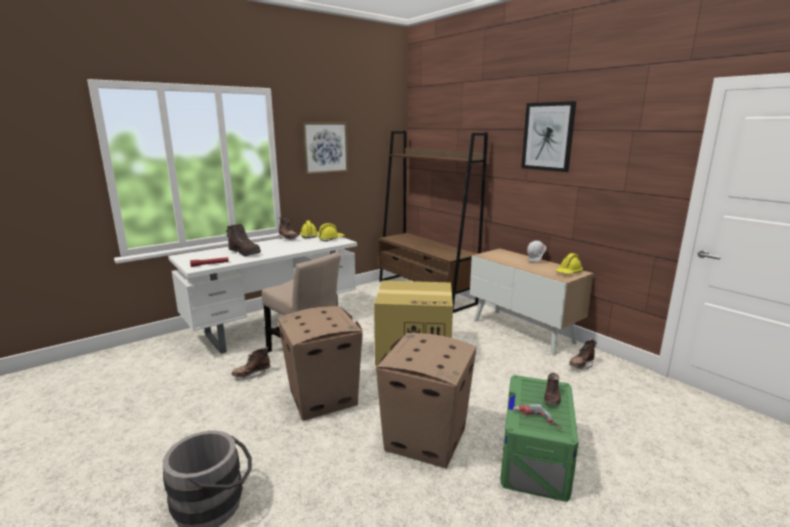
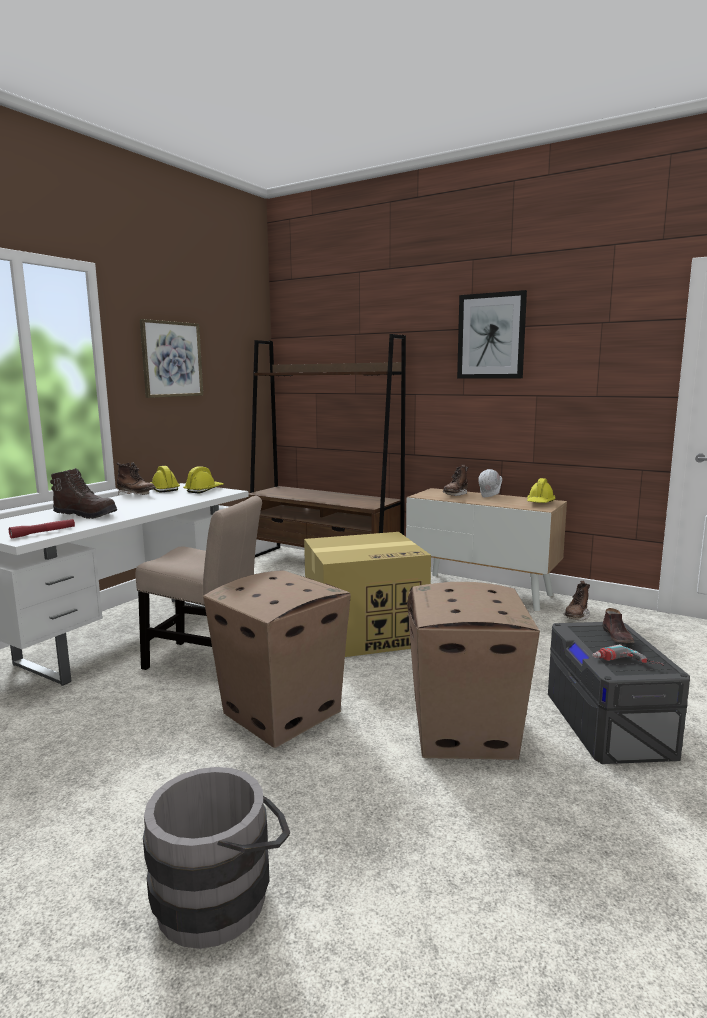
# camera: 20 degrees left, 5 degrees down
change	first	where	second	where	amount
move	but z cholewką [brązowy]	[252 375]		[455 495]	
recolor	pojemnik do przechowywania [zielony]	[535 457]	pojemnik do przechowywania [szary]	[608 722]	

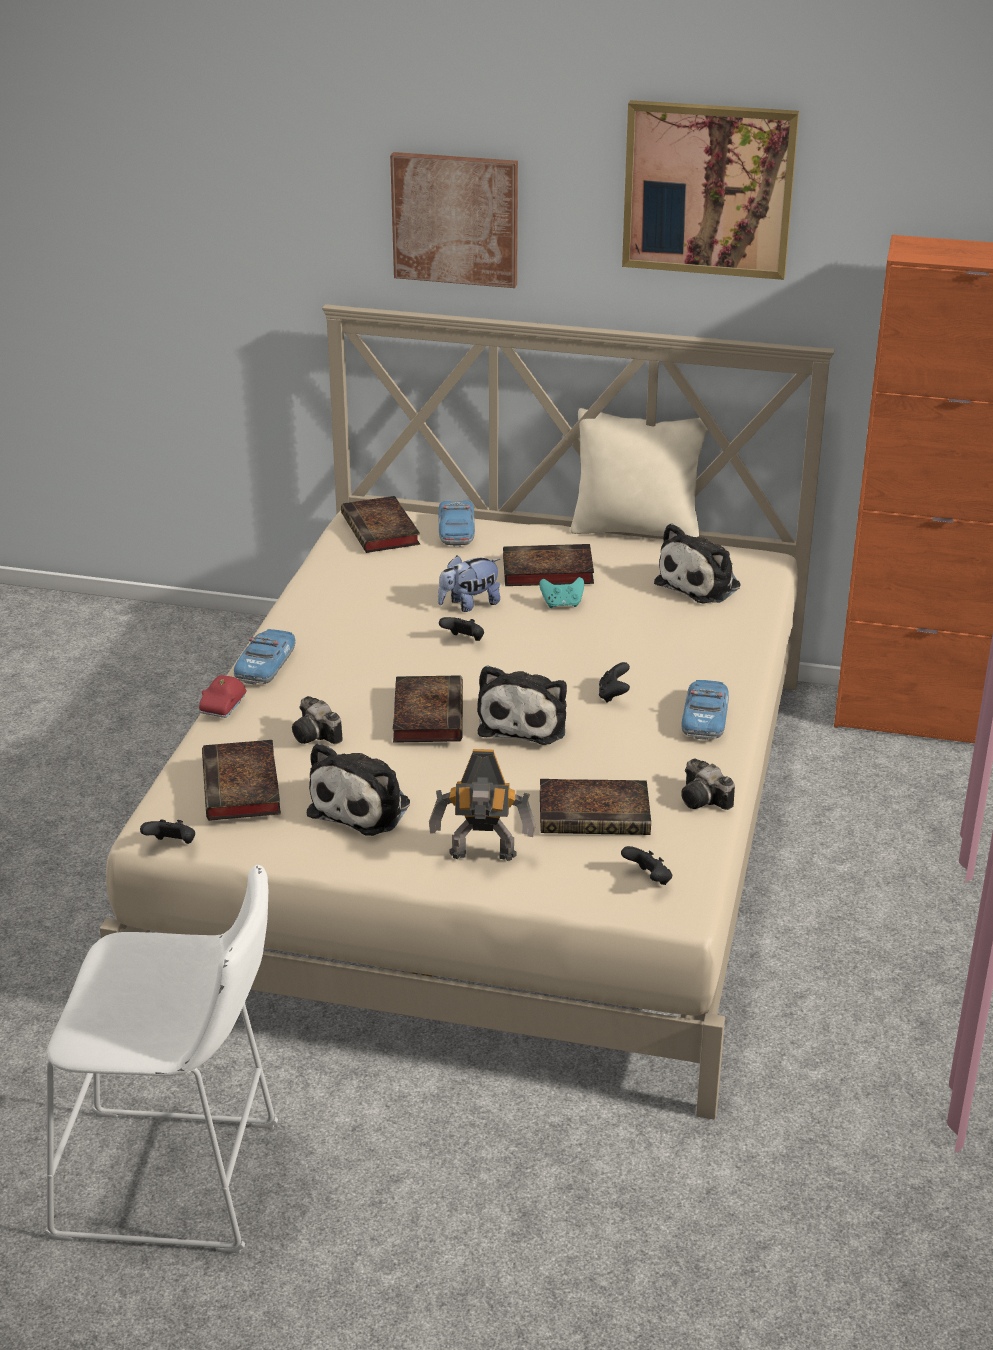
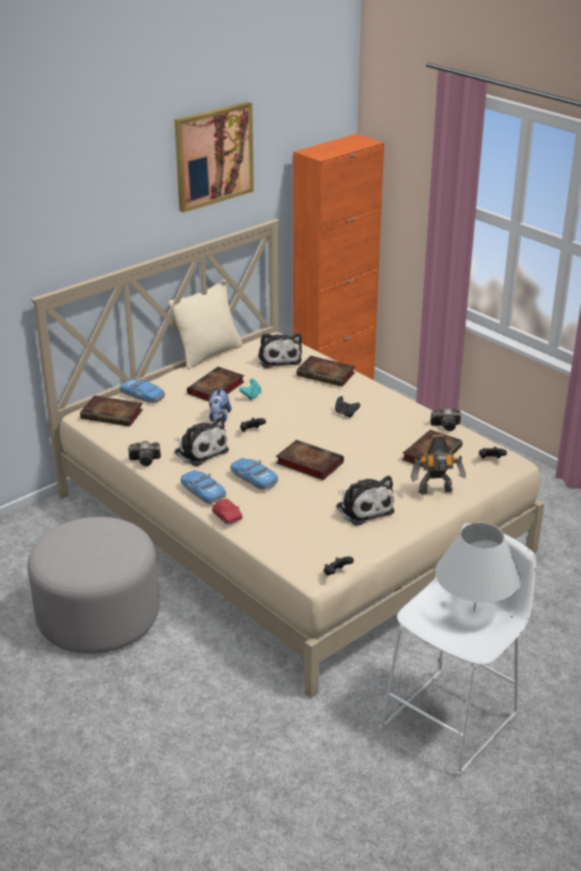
# camera: 55 degrees left, 0 degrees up
change	first	where	second	where	amount
delete	obraz	[455 219]			
move	pluszak	[525 721]		[200 451]	
move	samochodzik	[705 718]		[253 478]	
move	aparat fotograficzny	[317 735]		[146 460]	
move	książka	[242 788]		[327 374]	
rotate	robot zabawkowy	[483 857]		[436 492]	45 degrees clockwise
insert			pufa [szary]	[98 617]	
insert			lampa stołowa [biały]	[474 610]	

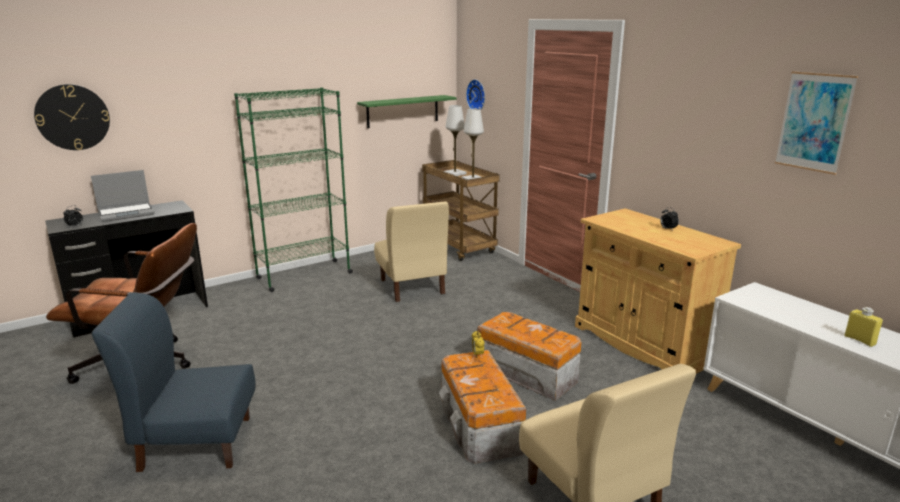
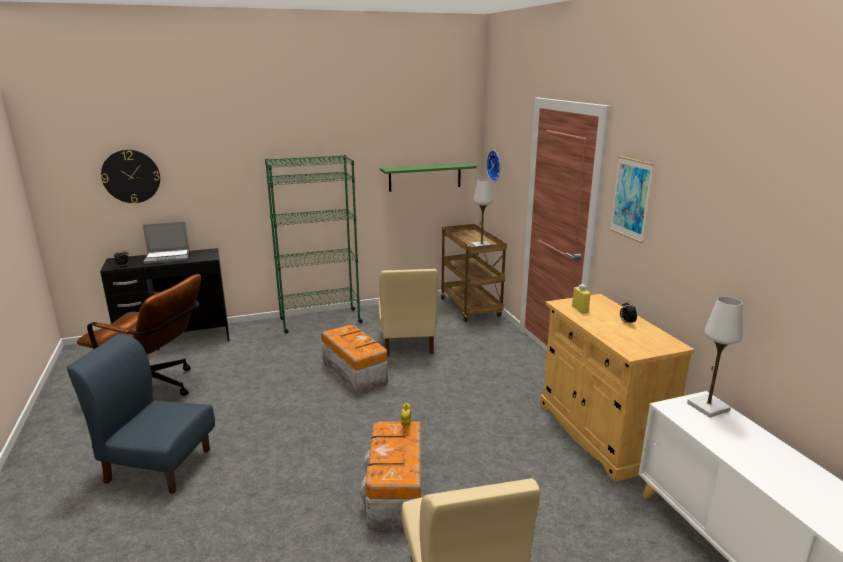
# camera: 15 degrees right, 0 degrees up
change	first	where	second	where	amount
move	obraz	[814 122]		[631 198]	
move	lampa stołowa [biały]	[454 174]		[707 407]	
move	butelka [żółty]	[859 340]		[580 309]	
move	pojemnik do przechowywania	[526 373]		[355 373]	

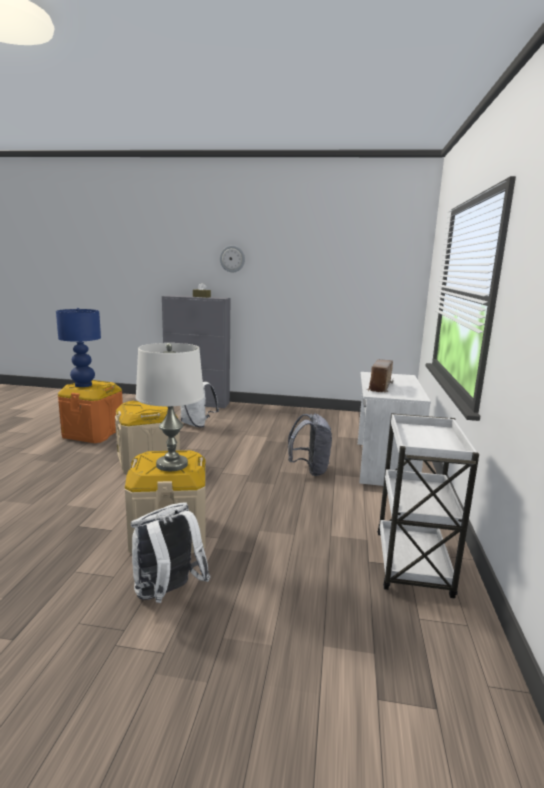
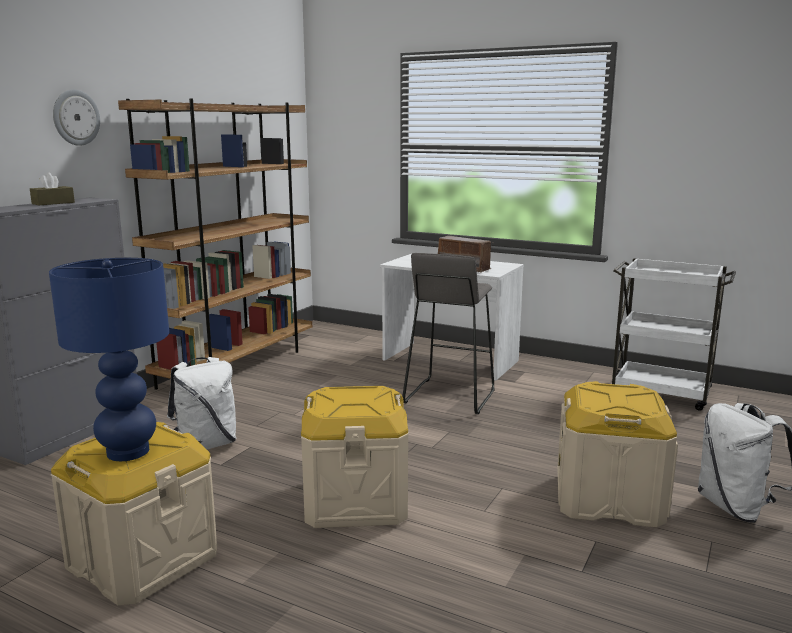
# camera: 70 degrees left, 0 degrees up
change	first	where	second	where	amount
delete	lampa stołowa [biały]	[172 465]			
recolor	pojemnik do przechowywania [pomarańczowy]	[93 433]	pojemnik do przechowywania [beżowy]	[143 559]	
replace	plecak [szary]	[310 470]	stołek [szary]	[449 396]	
insert			regał [brązowy]	[238 366]	

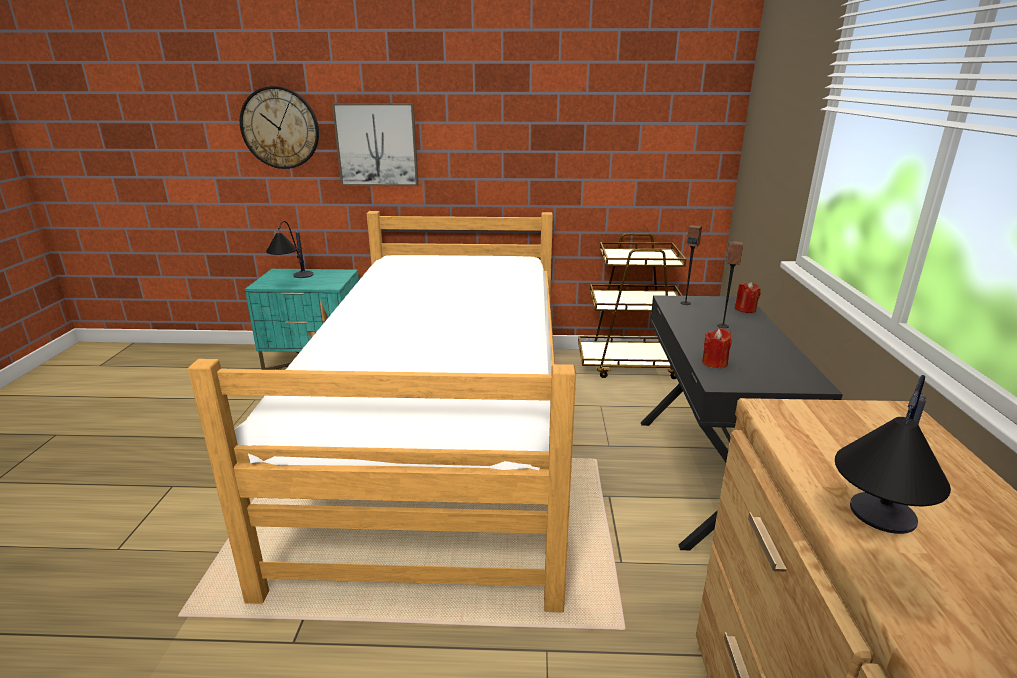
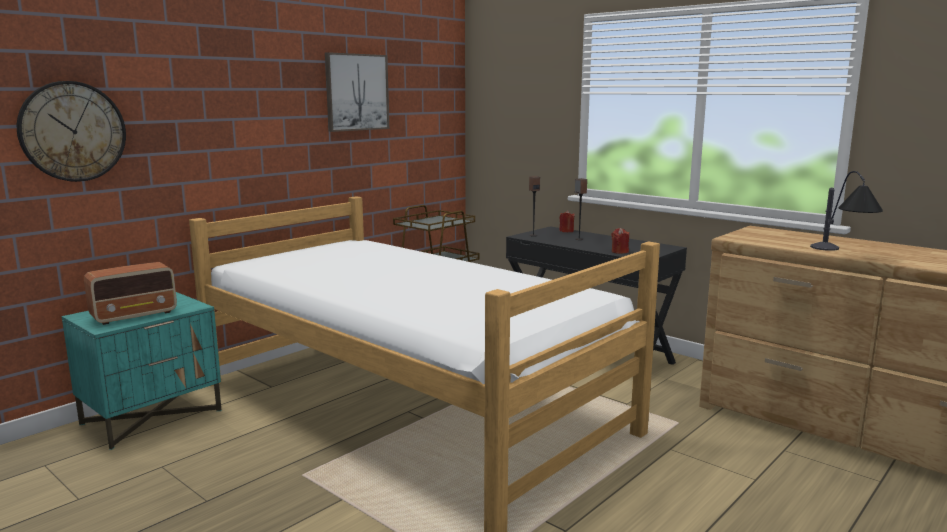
# camera: 50 degrees left, 10 degrees down
change	first	where	second	where	amount
move	obraz	[377 145]		[356 92]	
replace	lampa stołowa	[293 281]	radio	[135 315]	

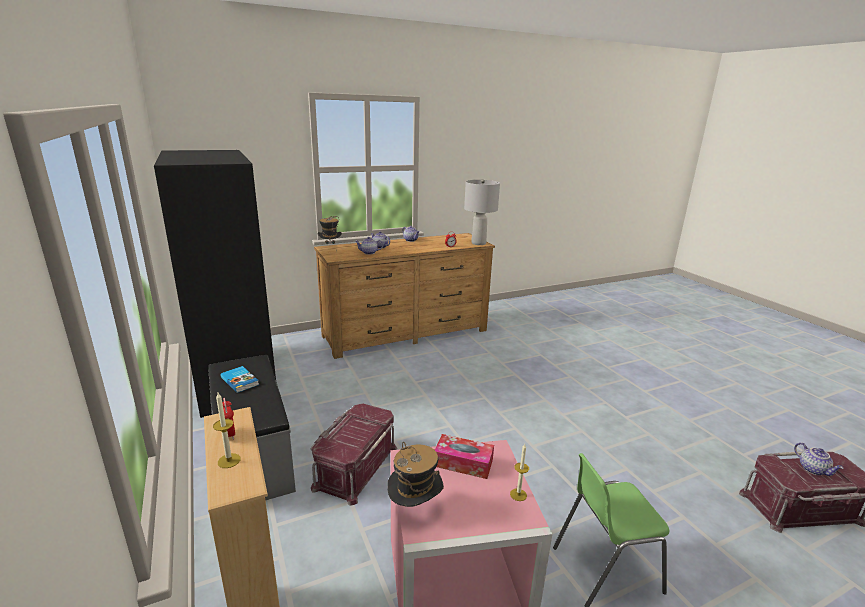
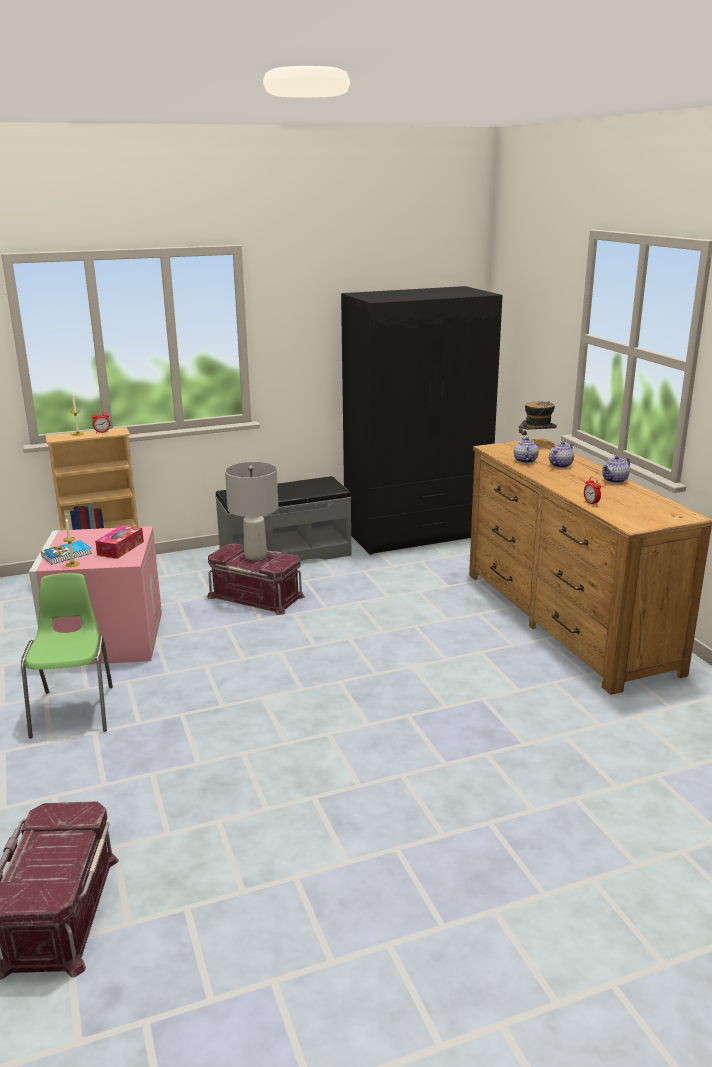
# camera: 95 degrees right, 0 degrees up
change	first	where	second	where	amount
move	lampa stołowa [szary]	[479 243]		[255 556]	
move	książka	[240 381]		[67 555]	
delete	kapelusz	[415 508]			
delete	imbryk	[813 469]			

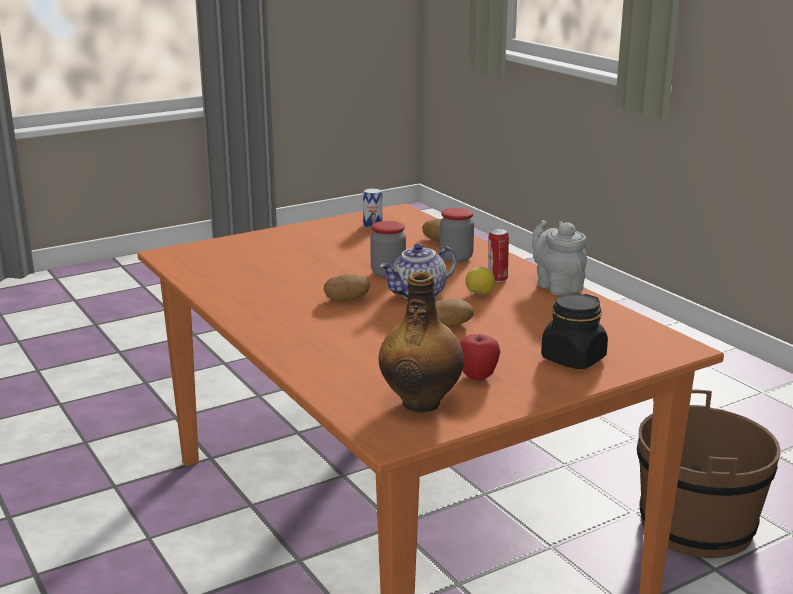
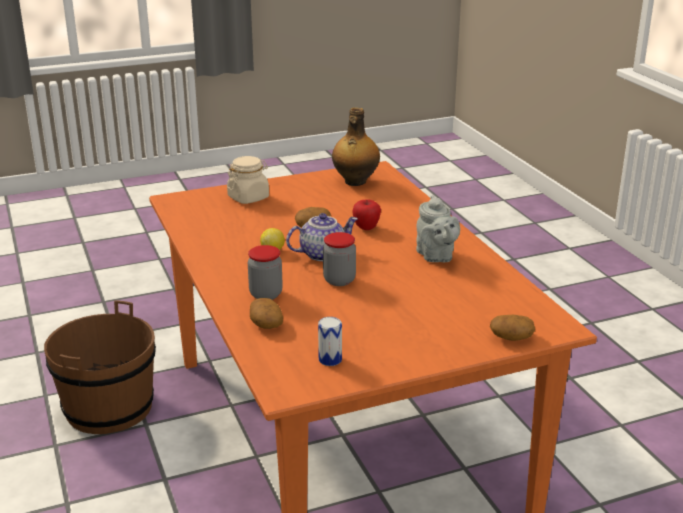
# camera: 170 degrees left, 5 degrees up
change	first	where	second	where	amount
move	imbryk [szary]	[557 286]		[435 256]	
delete	puszka	[497 279]			
move	ziemniak	[347 299]		[511 338]	
recolor	słoik [czarny]	[573 359]	słoik [beżowy]	[248 197]	
move	jabłko	[477 377]		[366 228]	

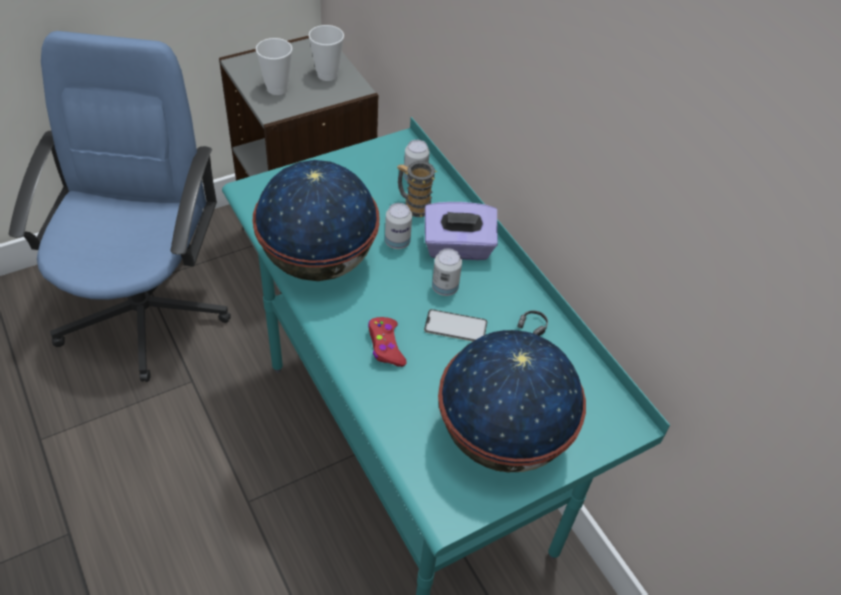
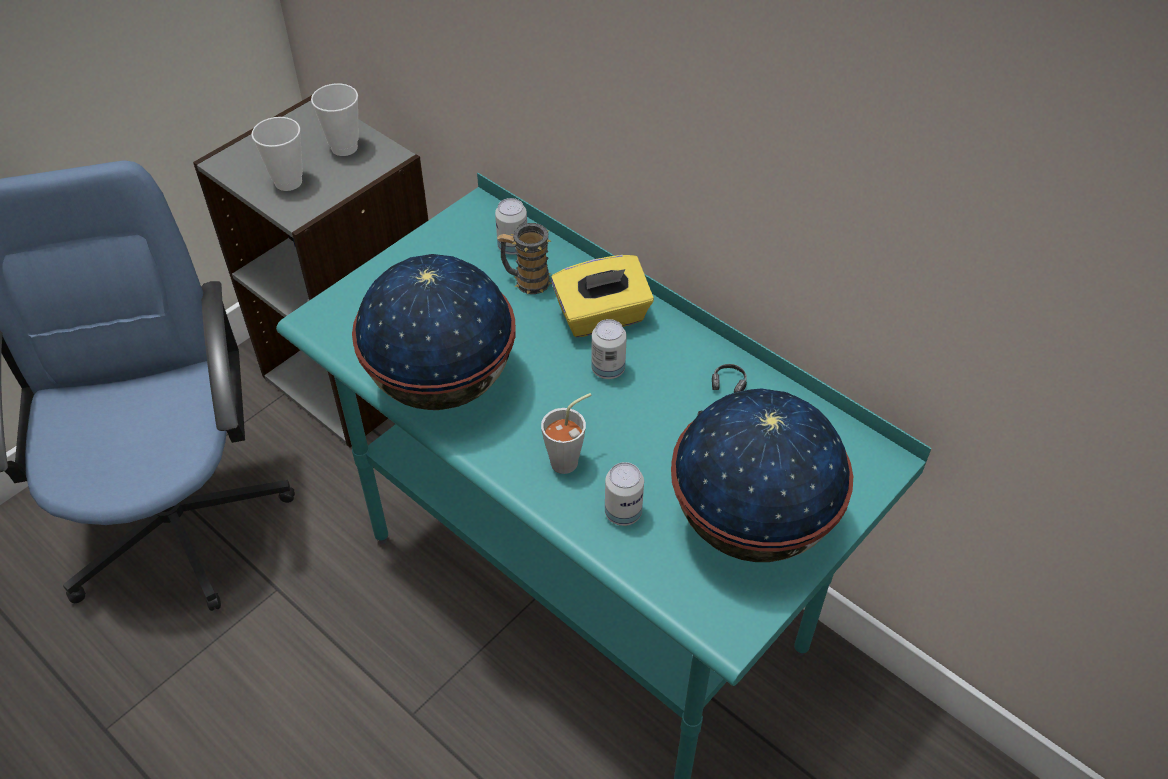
# camera: 15 degrees left, 0 degrees up
change	first	where	second	where	amount
recolor	pudełko chusteczek [fioletowy]	[458 248]	pudełko chusteczek [żółty]	[602 317]	
move	puszka	[397 242]		[623 513]	
delete	telefon	[455 326]			
replace	pad do gier [czerwony]	[386 346]	filiżanka [szary]	[570 460]	

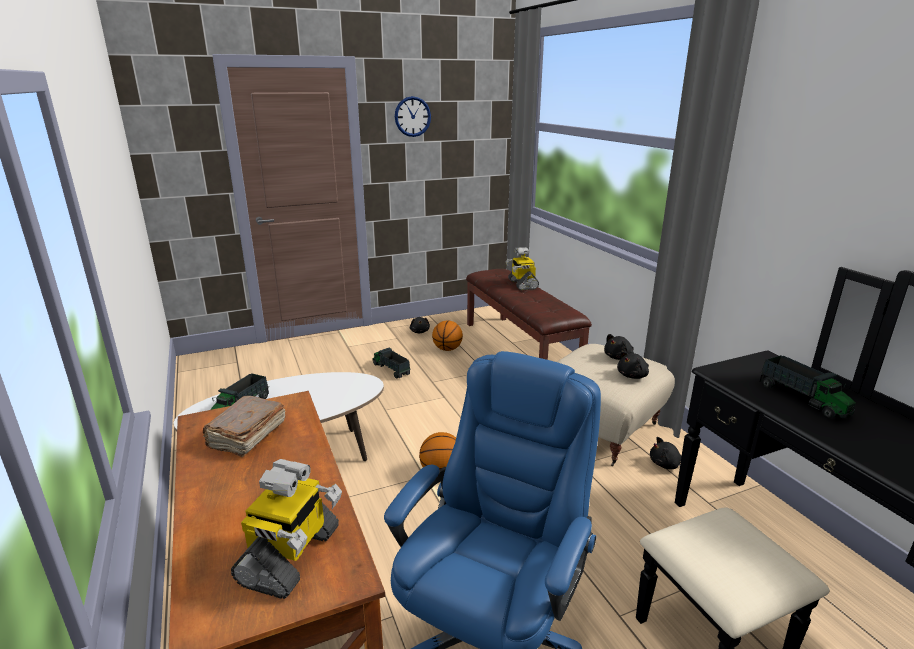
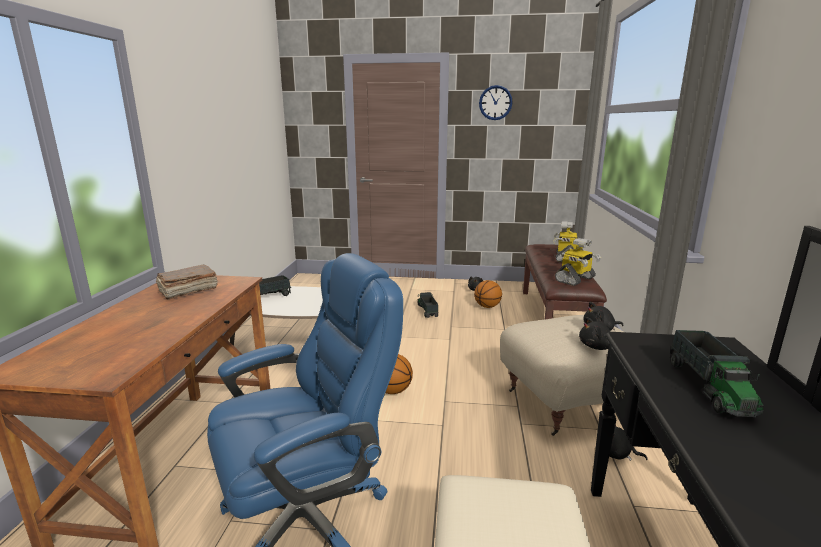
# camera: 30 degrees right, 5 degrees down
change	first	where	second	where	amount
move	robot zabawkowy	[291 557]		[575 279]	

